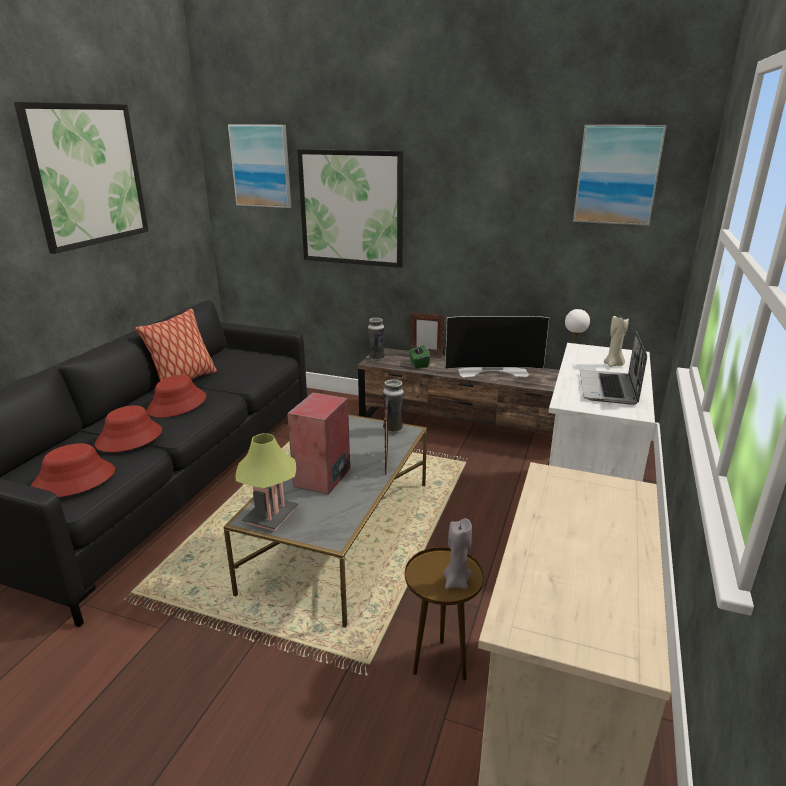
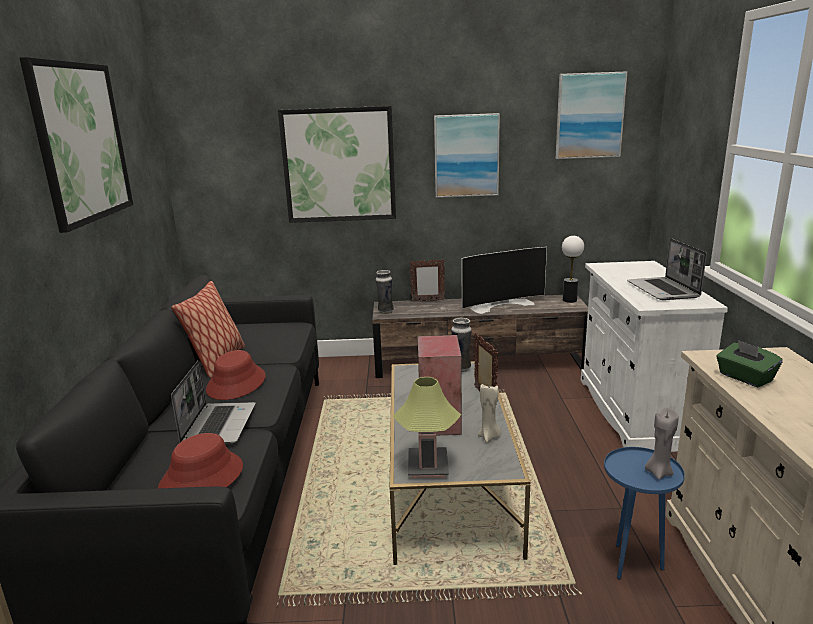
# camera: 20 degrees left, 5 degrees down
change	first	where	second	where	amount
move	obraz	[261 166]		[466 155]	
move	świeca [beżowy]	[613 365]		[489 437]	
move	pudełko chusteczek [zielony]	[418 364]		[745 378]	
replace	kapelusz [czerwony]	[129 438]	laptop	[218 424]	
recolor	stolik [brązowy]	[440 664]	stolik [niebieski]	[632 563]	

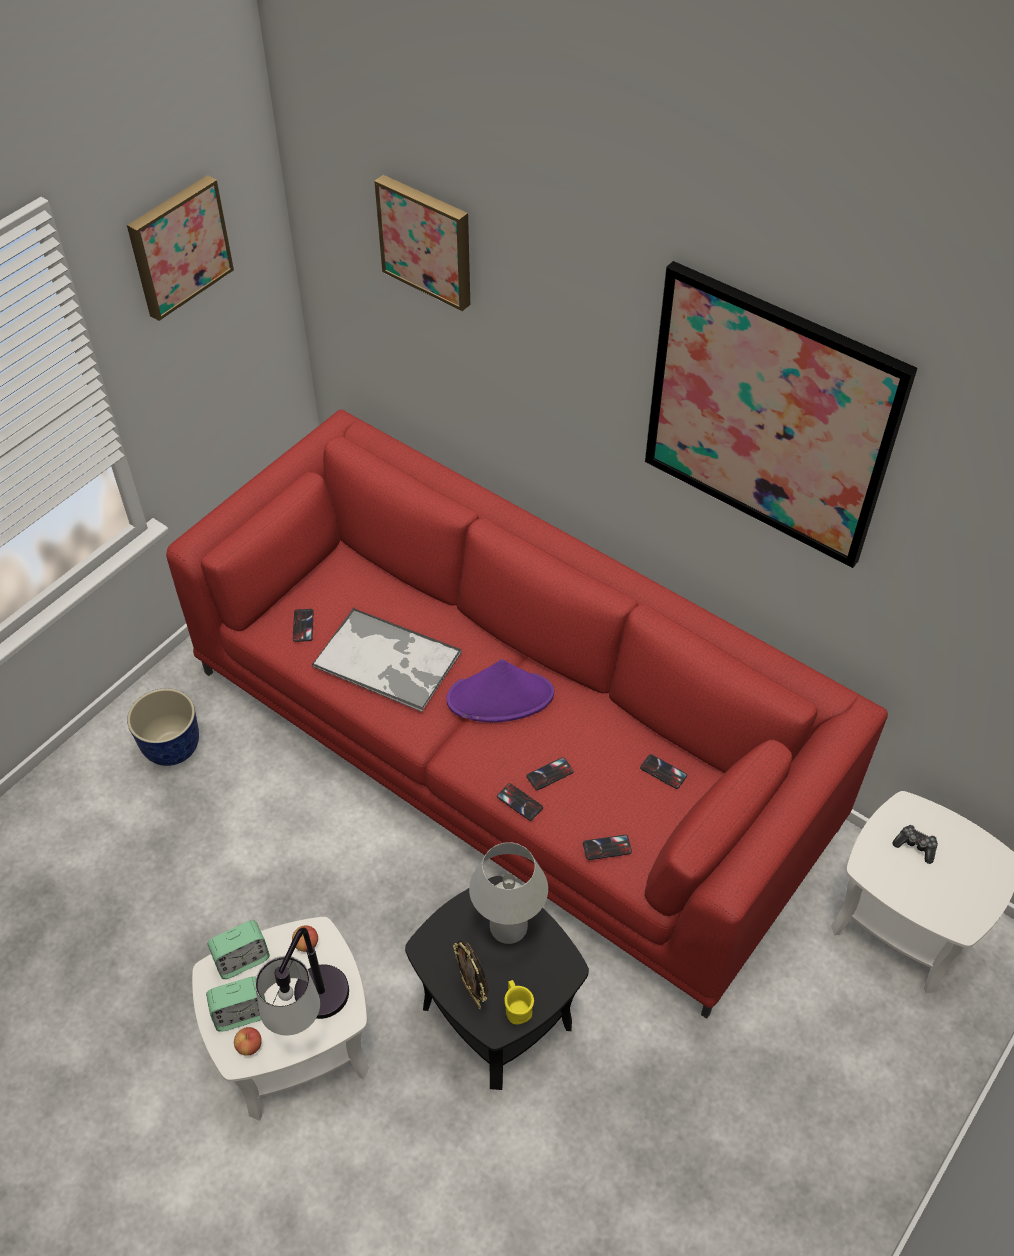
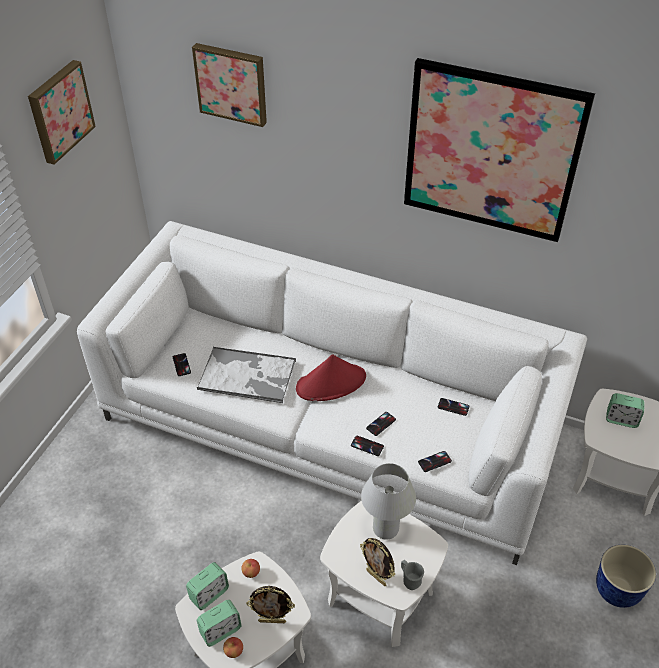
# camera: 15 degrees left, 5 degrees down
change	first	where	second	where	amount
recolor	kanapa [czerwony]	[508 748]	kanapa [biały]	[330 424]	
recolor	kapelusz [fioletowy]	[500 697]	kapelusz [czerwony]	[331 383]	
move	donica	[171 748]		[616 591]	
replace	pad do gier	[915 846]	budzik	[621 419]	
recolor	stolik [czarny]	[497 1015]	stolik [biały]	[380 597]	
replace	lampa stołowa	[312 1018]	ramka na zdjęcie	[272 621]	
recolor	kubek [żółty]	[517 1008]	kubek [szary]	[410 579]	

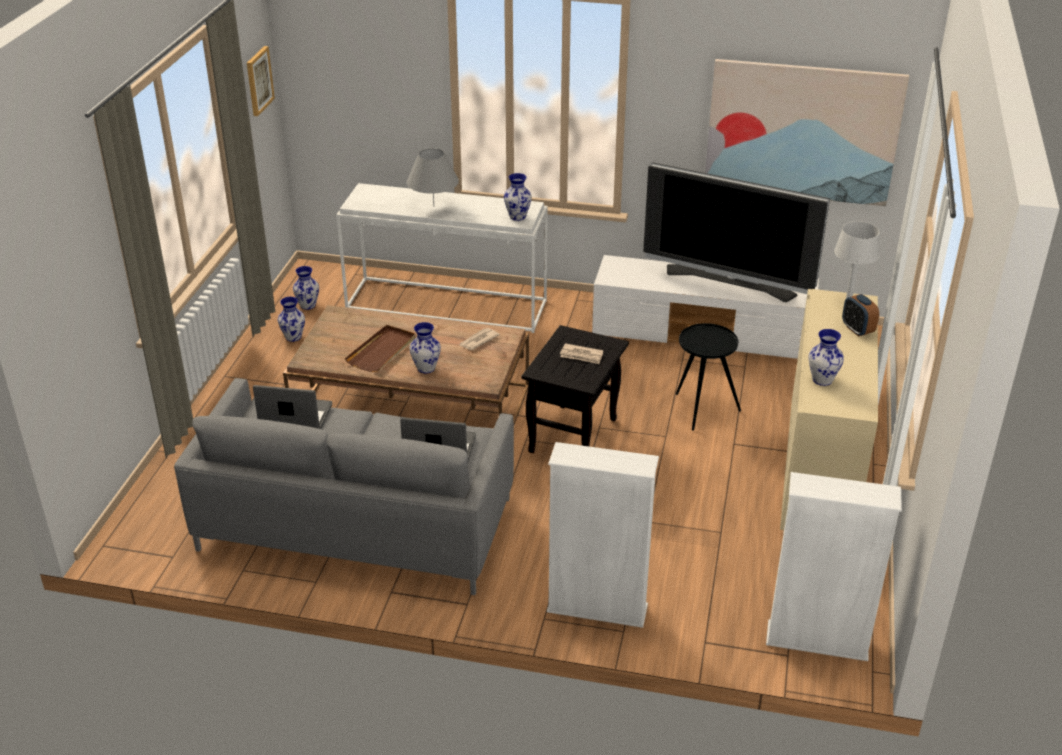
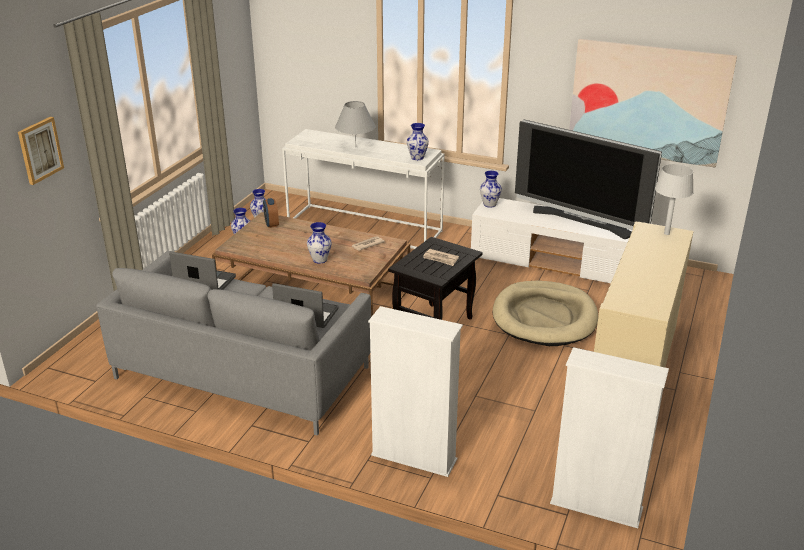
# camera: 10 degrees right, 5 degrees down
change	first	where	second	where	amount
move	obraz	[259 80]		[40 150]	
move	budzik	[857 330]		[271 224]	
replace	stolik [czarny]	[702 409]	legowisko [beżowy]	[544 317]	
delete	taca [brązowy]	[382 351]			
move	wazon	[821 380]		[489 204]	

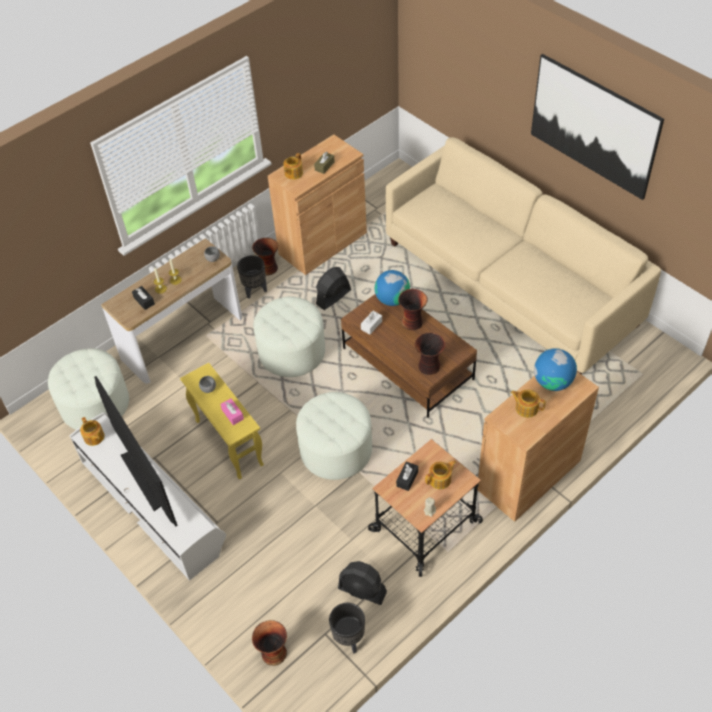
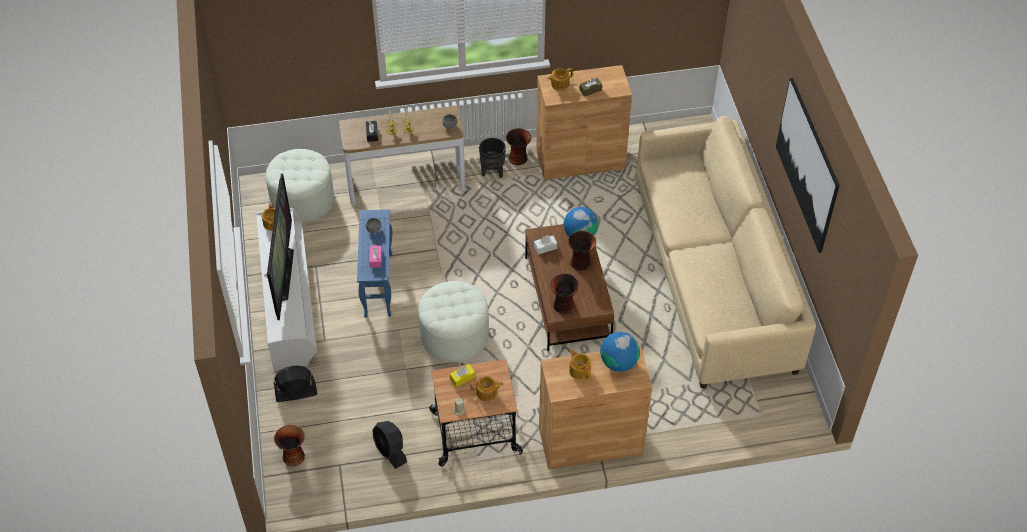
# camera: 30 degrees right, 0 degrees up
change	first	where	second	where	amount
move	wentylator [czarny]	[333 297]		[295 393]	
delete	pufa [biały]	[292 352]			
recolor	stolik [żółty]	[229 443]	stolik [niebieski]	[378 285]	
recolor	pudełko chusteczek [czarny]	[407 479]	pudełko chusteczek [żółty]	[462 378]	
delete	donica [czarny]	[348 639]			

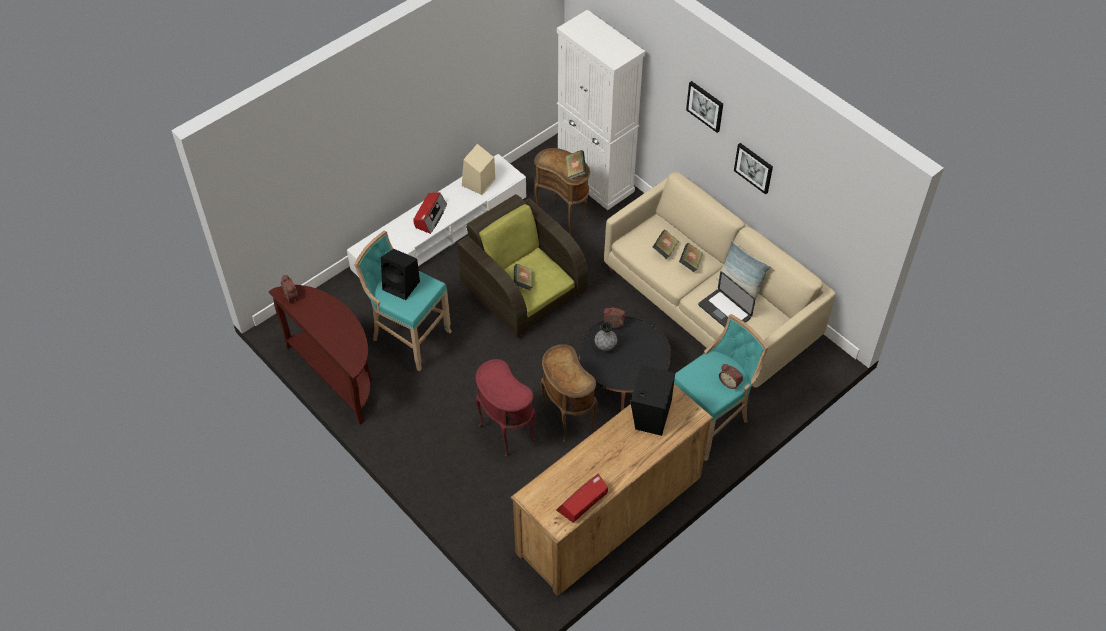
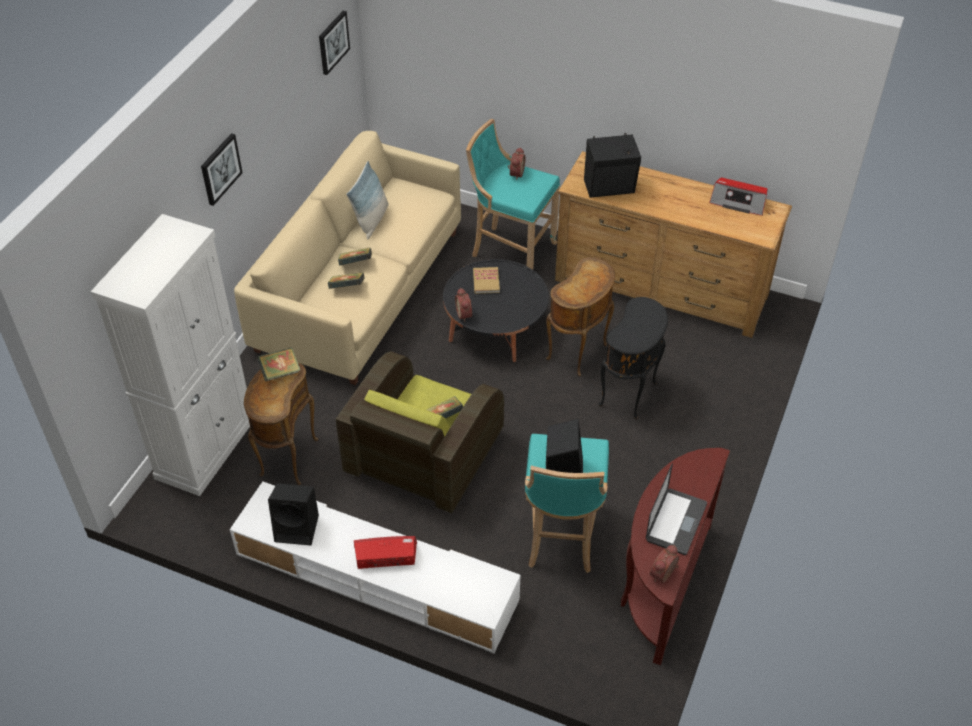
# camera: 115 degrees left, 5 degrees down
change	first	where	second	where	amount
move	obraz	[754 167]		[333 42]	
recolor	głośnik [beżowy]	[478 183]	głośnik [czarny]	[298 528]	
move	laptop	[724 311]		[676 522]	
delete	wazon [szary]	[605 346]			
recolor	stolik [czerwony]	[505 434]	stolik [czarny]	[630 395]	
insert			książka	[486 281]	

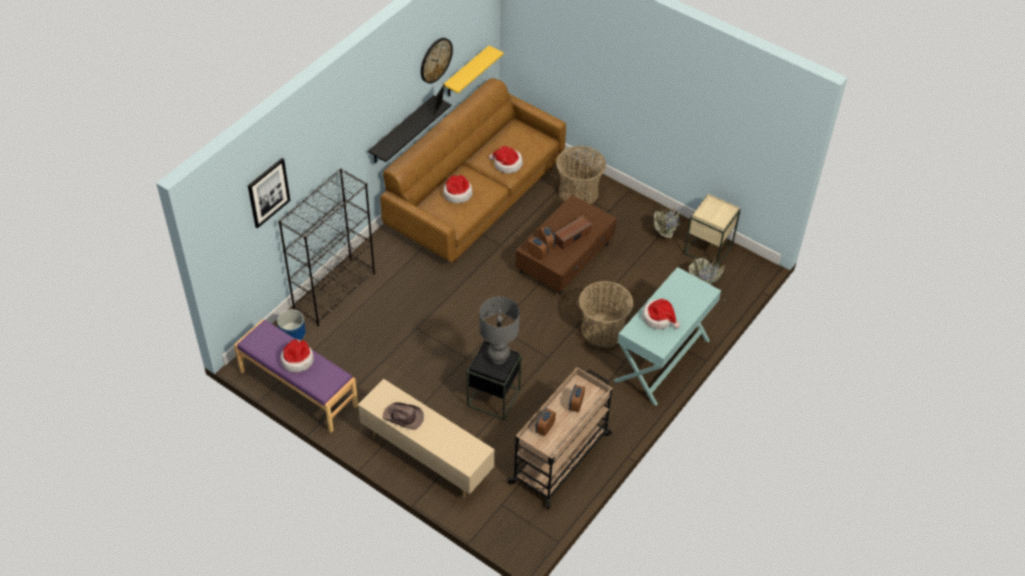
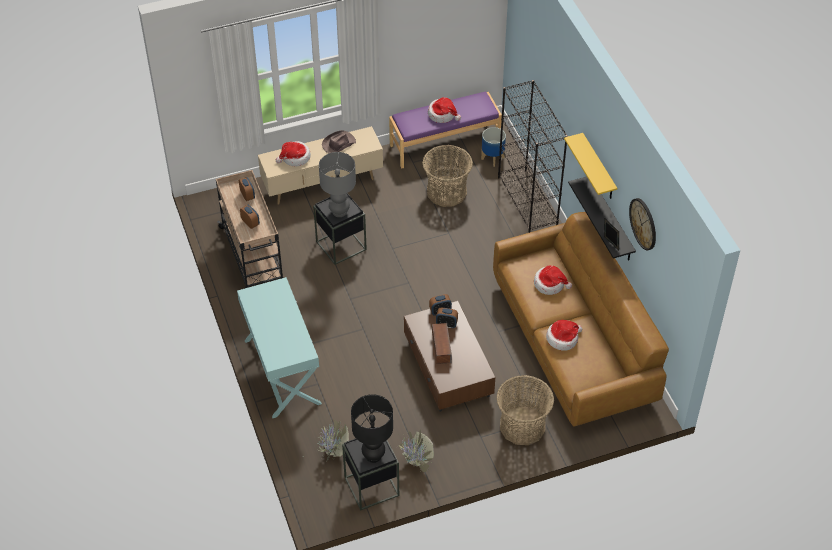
# camera: 125 degrees right, 0 degrees up
change	first	where	second	where	amount
move	półka [żółty]	[466 72]		[598 168]	
delete	obraz	[268 192]			
recolor	stolik [beżowy]	[708 249]	stolik [czarny]	[372 486]	
move	koszyk	[602 330]		[446 191]	
move	kapelusz	[659 318]		[295 158]	
insert			lampa stołowa [czarny]	[373 456]	

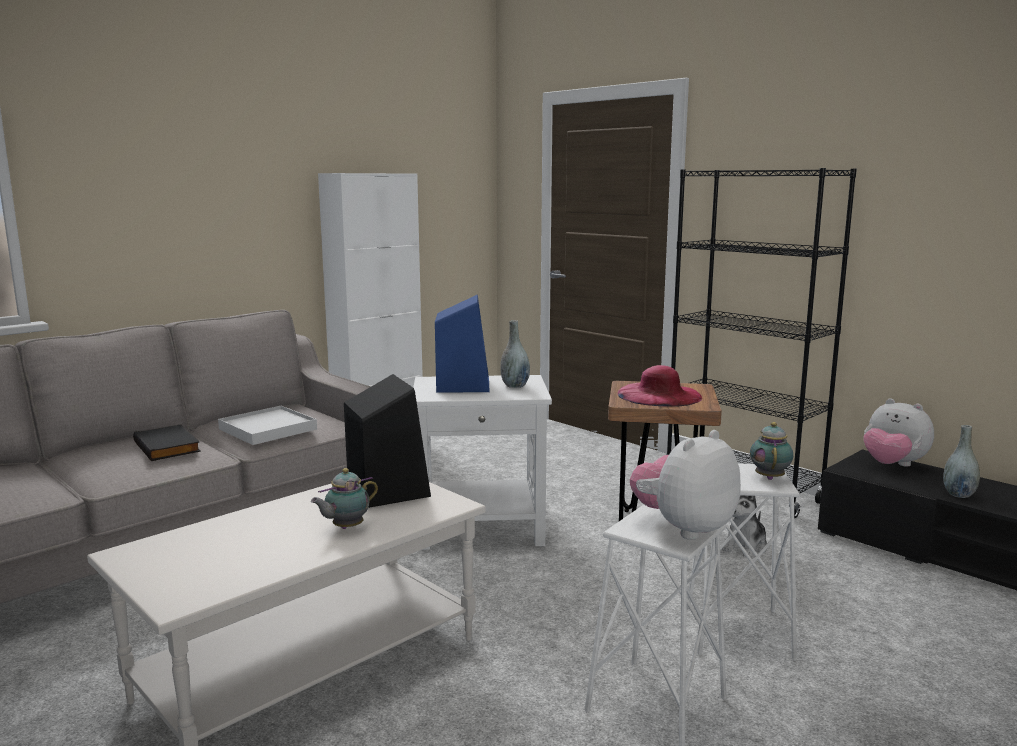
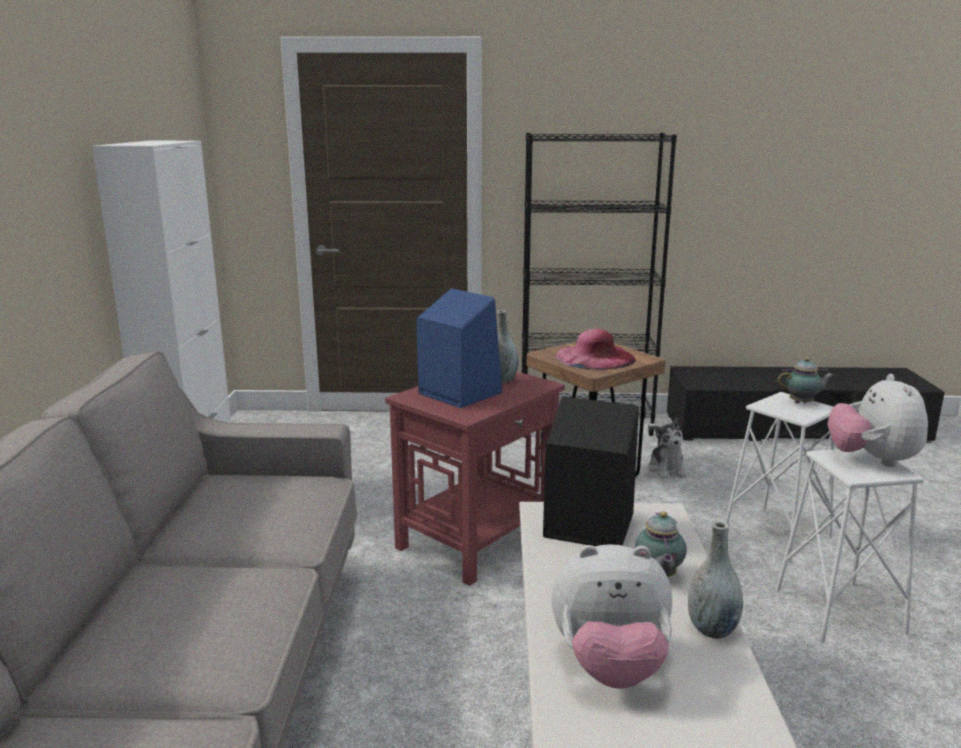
# camera: 45 degrees left, 5 degrees up
change	first	where	second	where	amount
recolor	stolik [biały]	[481 528]	stolik [czerwony]	[477 540]	
move	pluszak	[893 465]		[610 666]	
delete	taca [biały]	[268 429]			
rotate	imbryk	[769 477]		[803 403]	120 degrees clockwise
delete	książka [czarny]	[169 447]			
move	wazon [szary]	[958 494]		[712 629]	

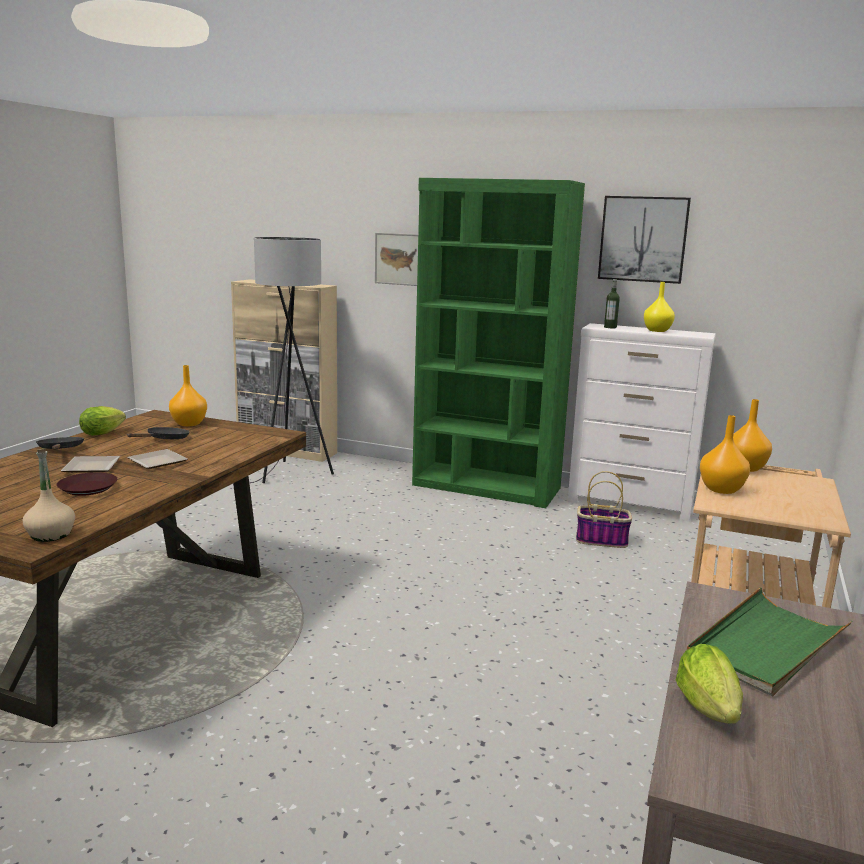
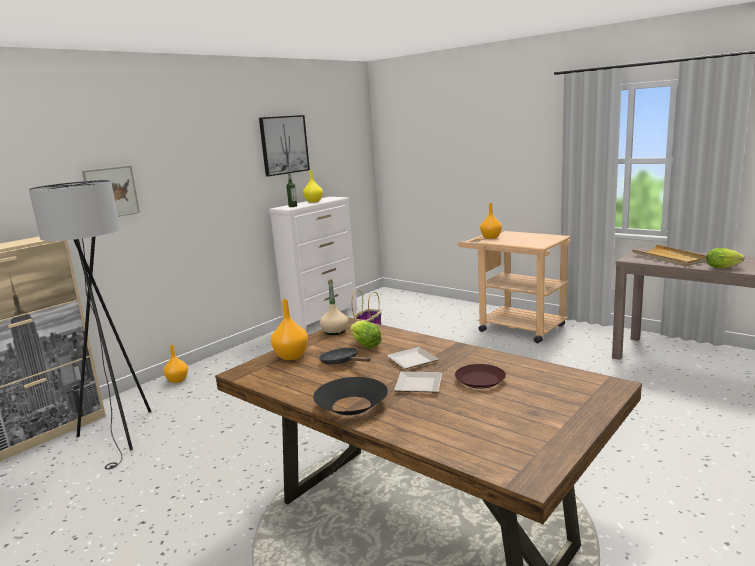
# camera: 70 degrees left, 0 degrees up
change	first	where	second	where	amount
delete	regał [zielony]	[486 487]			
move	sałata	[104 433]		[364 345]	
move	wazon [pomarańczowy]	[721 490]		[178 380]	
replace	patelnia [czarny]	[60 450]	miska [czarny]	[351 405]	
move	butelka [beżowy]	[50 535]		[334 331]	
recolor	taca [zielony]	[766 646]	taca [beżowy]	[670 258]	

